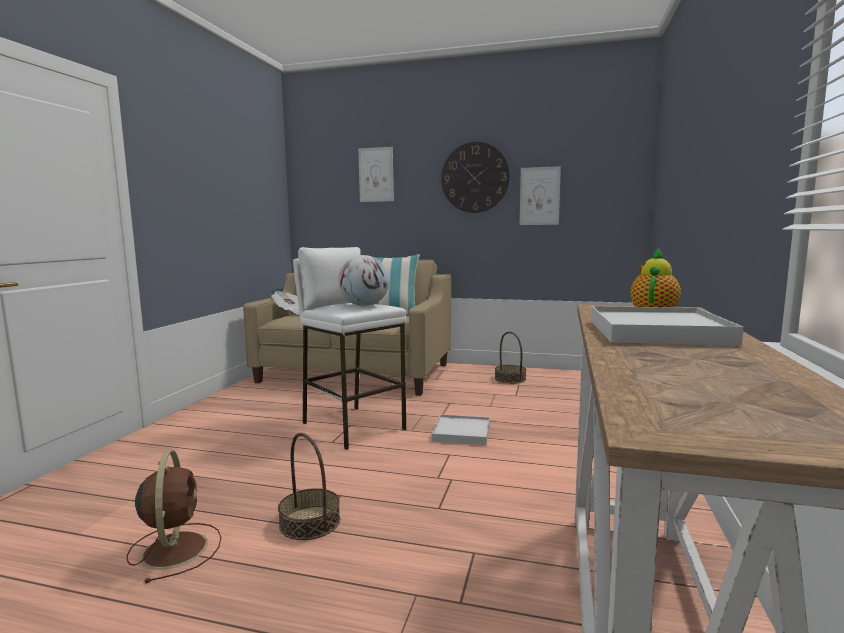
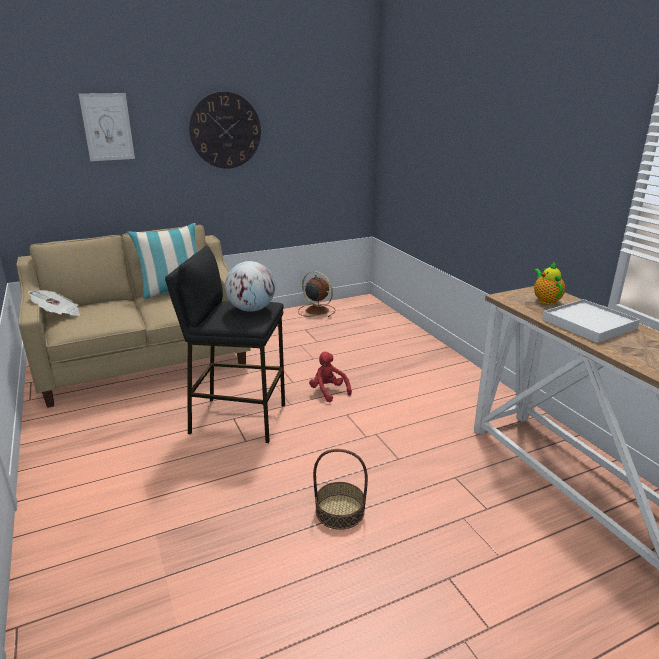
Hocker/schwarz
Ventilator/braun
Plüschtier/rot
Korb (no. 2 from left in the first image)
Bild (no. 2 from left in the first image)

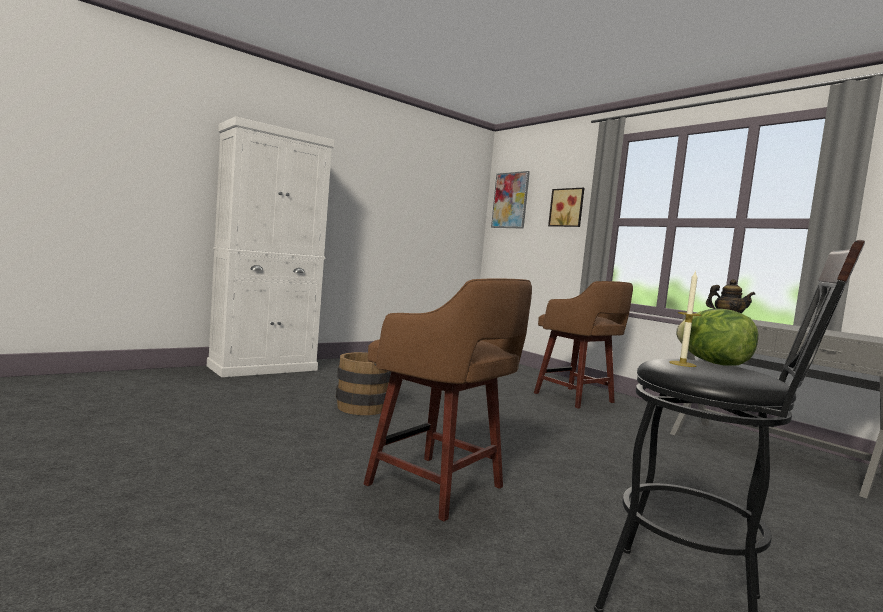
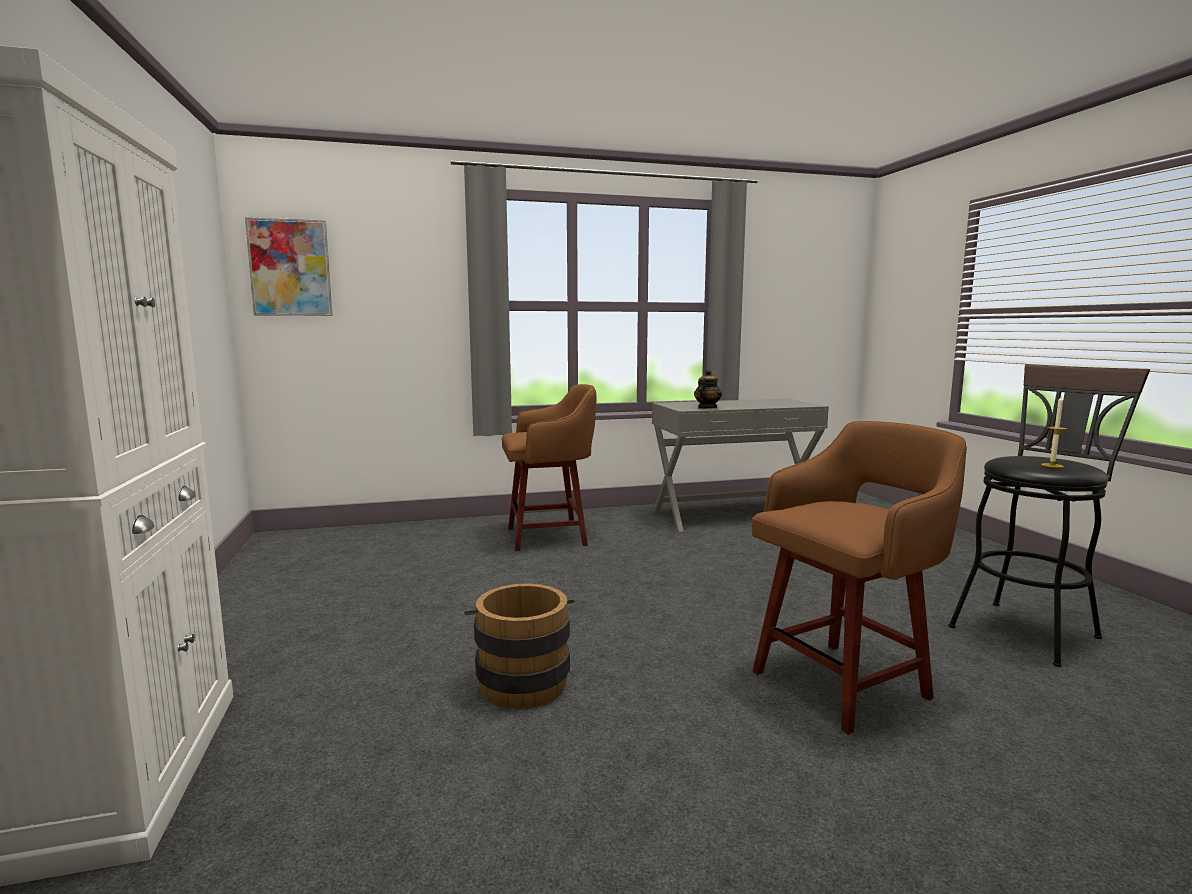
Bild (no. 2 from left in the first image)
Salatkopf

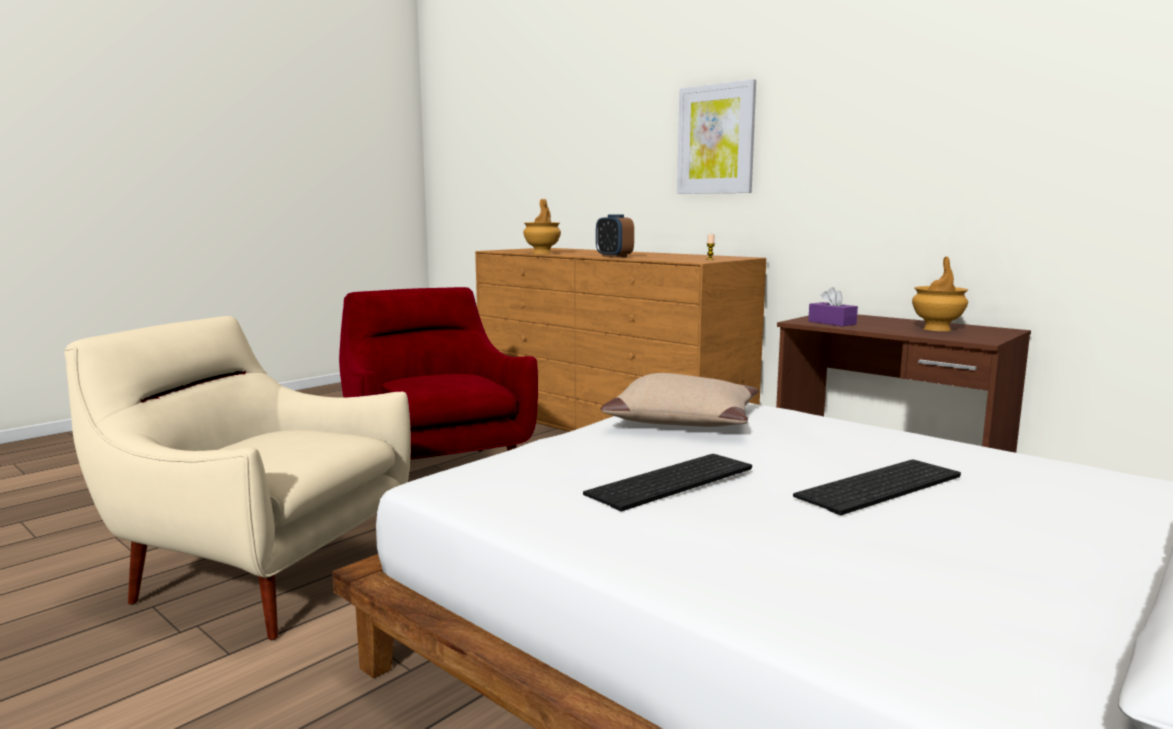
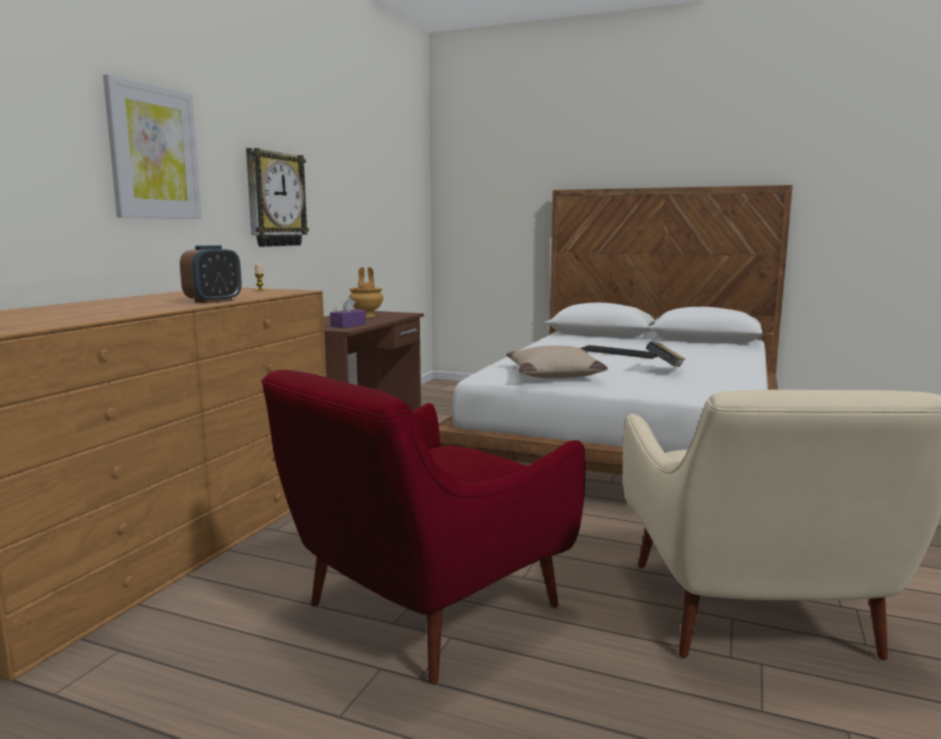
Wanduhr
Buch
Vase/braun (no. 1 from left in the first image)

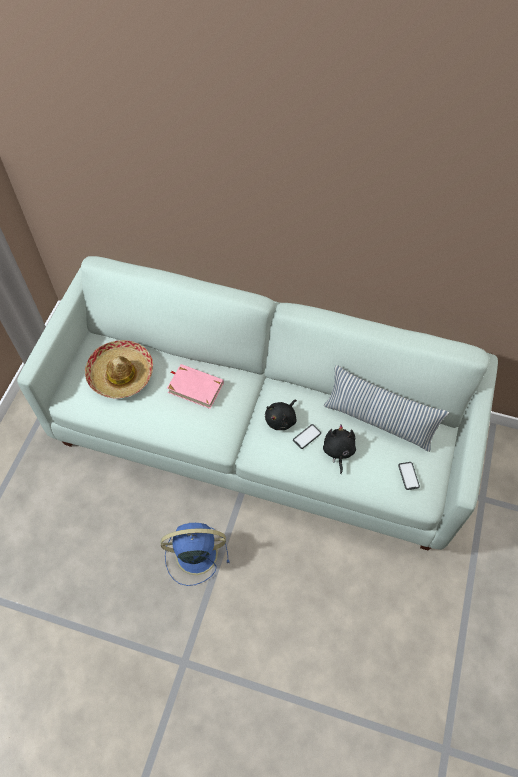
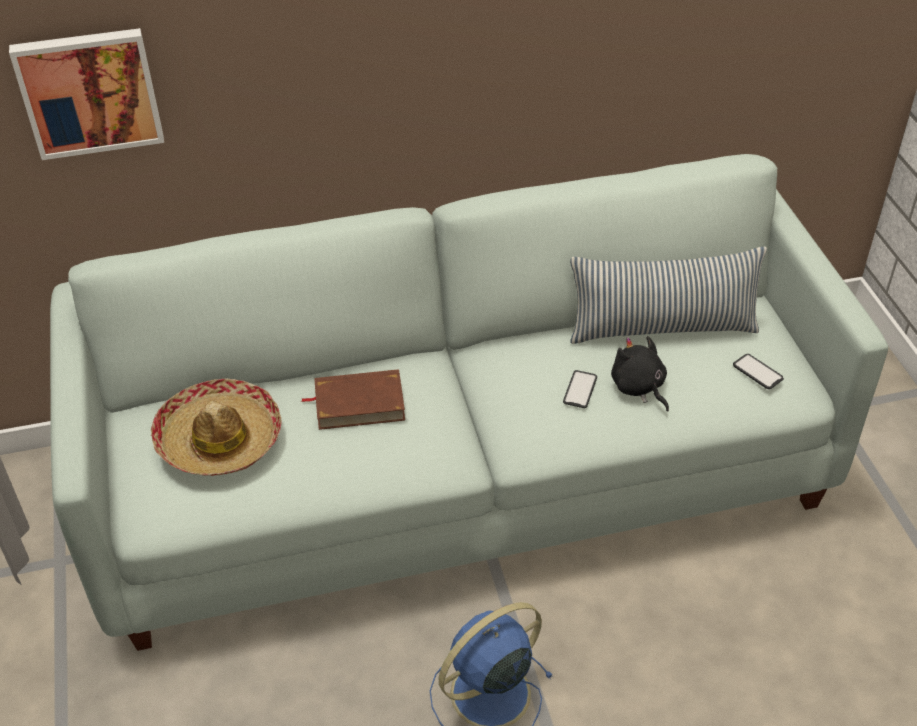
Bild
Buch/braun
Plüschtier/schwarz (no. 1 from left in the first image)

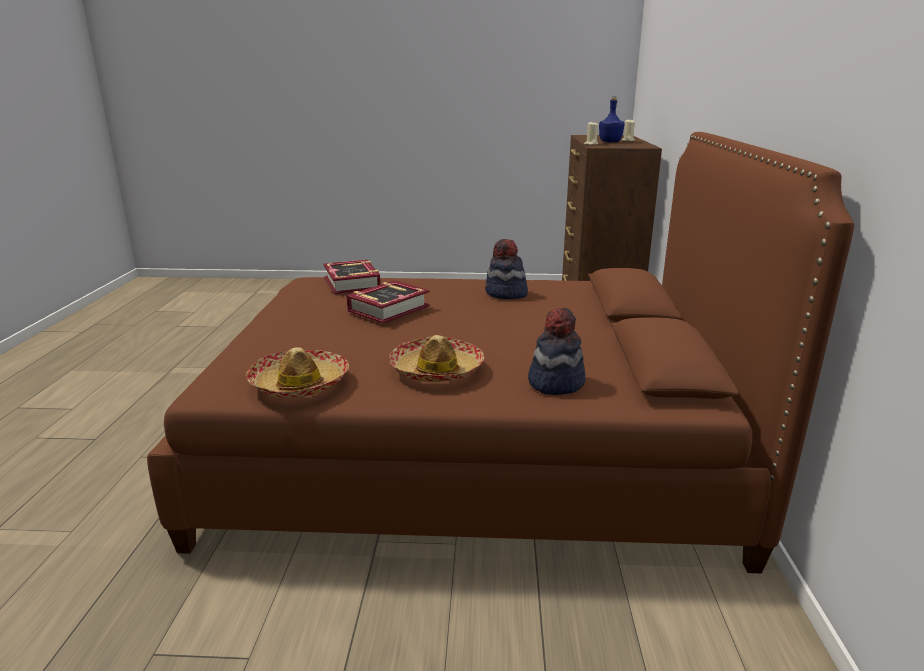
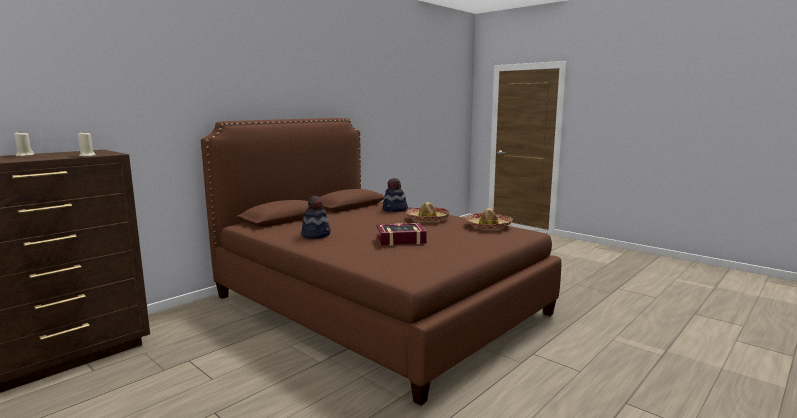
Buch (no. 1 from left in the first image)
Flasche/blau

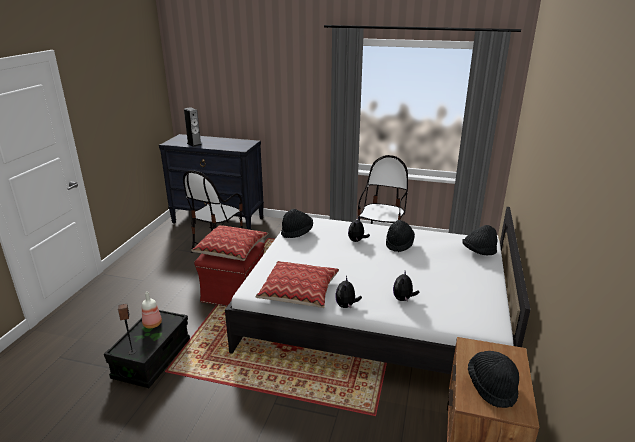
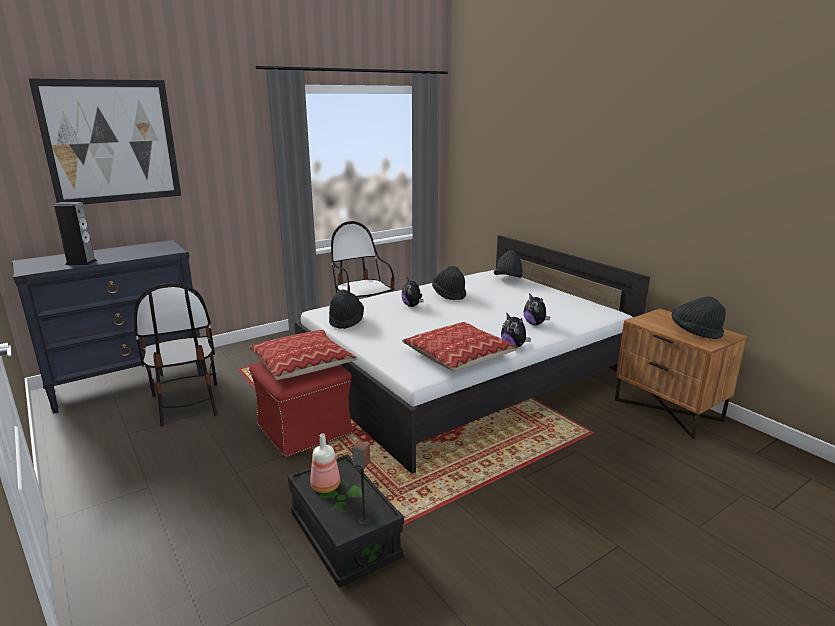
Bild

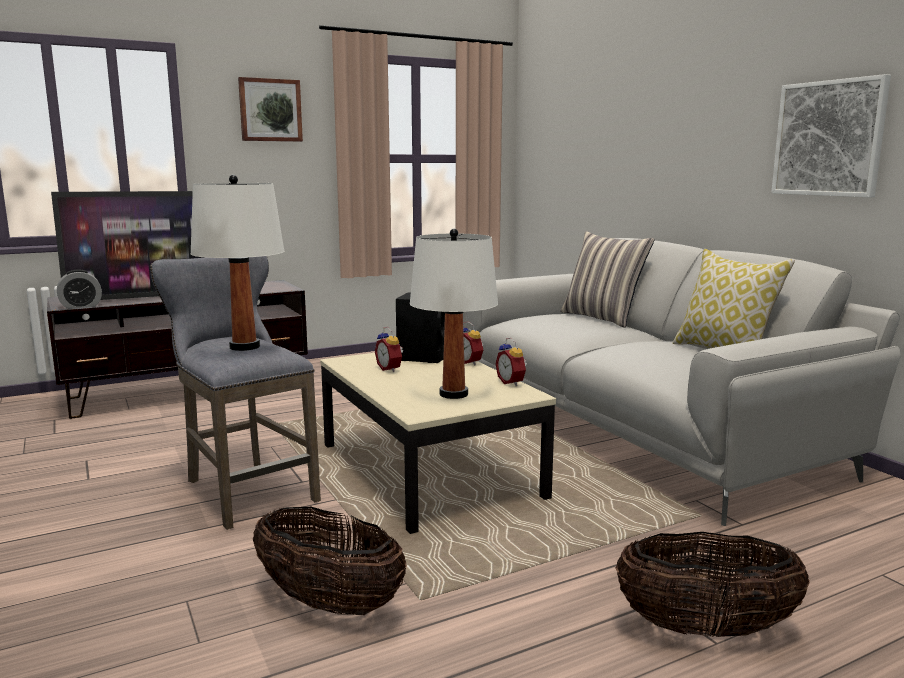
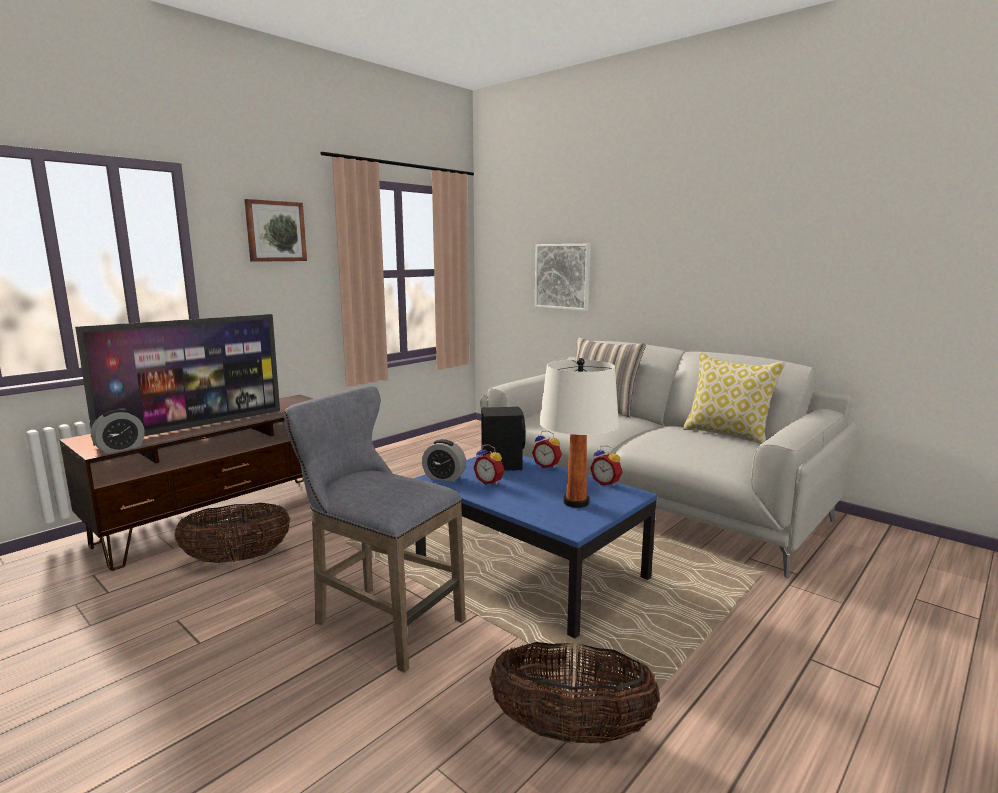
Korb (no. 1 from left)
Couchtisch/blau
Wecker (no. 2 from left)
Bild (no. 2 from left)
Tischlampe/weiß (no. 1 from left in the first image)

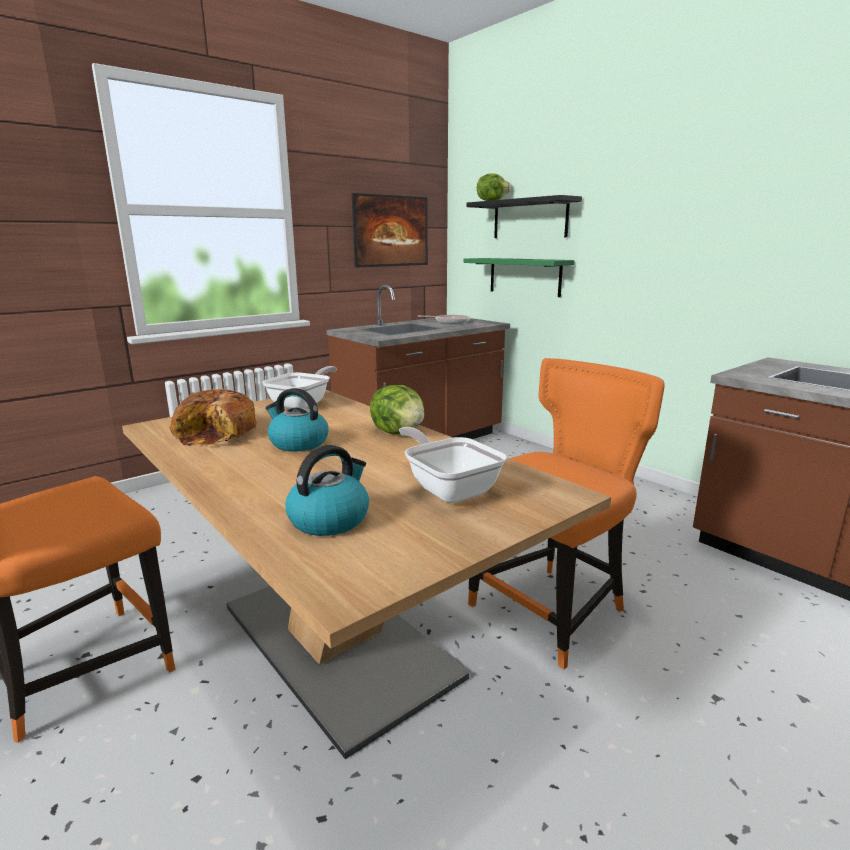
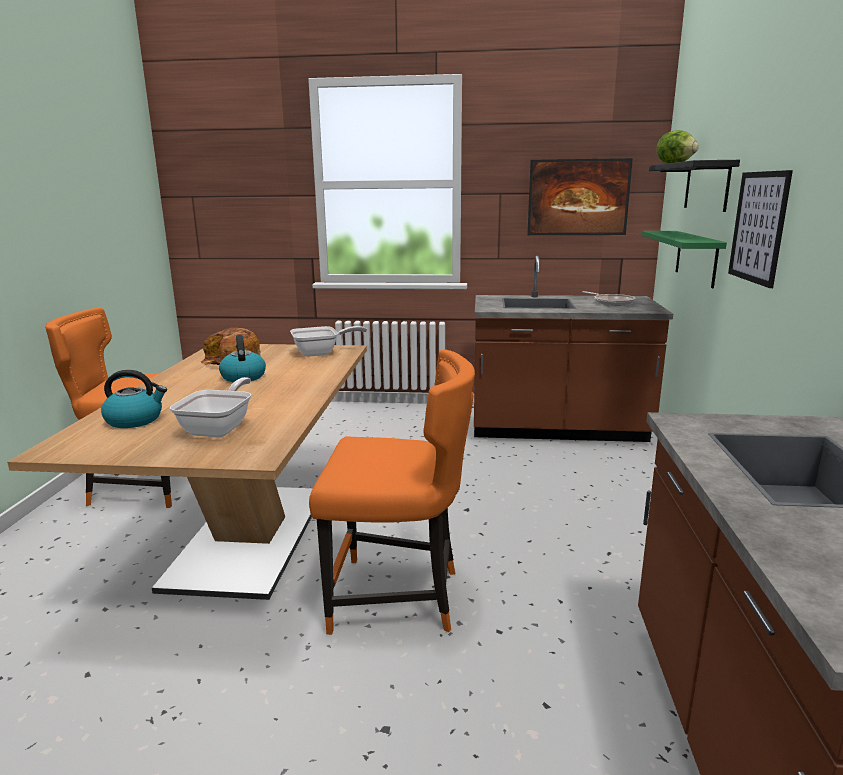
Bild (no. 2 from left)
Salatkopf (no. 1 from left in the first image)

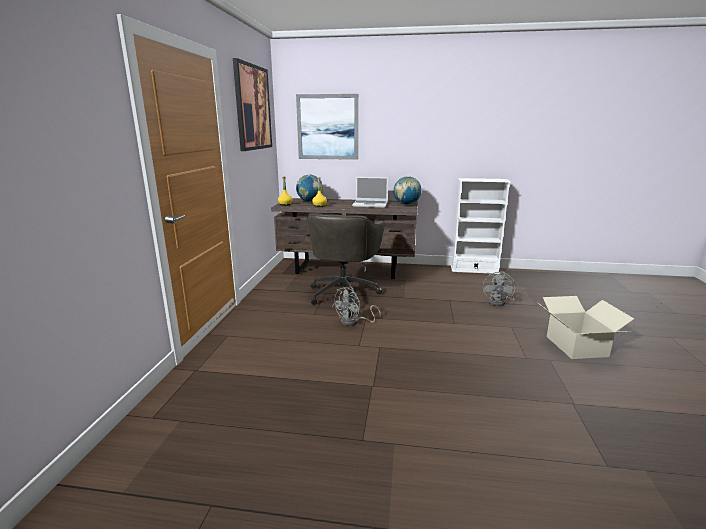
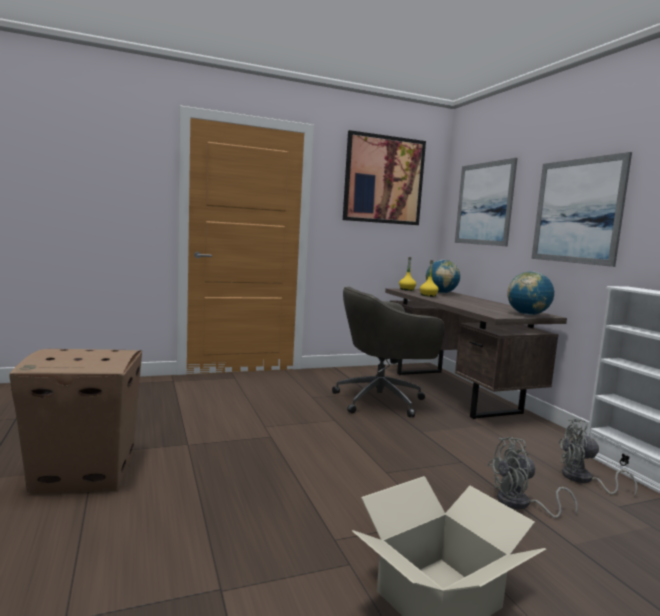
Karton (no. 1 from left)
Bild (no. 3 from left)
Ventilator/grau (no. 2 from left)
Laptop

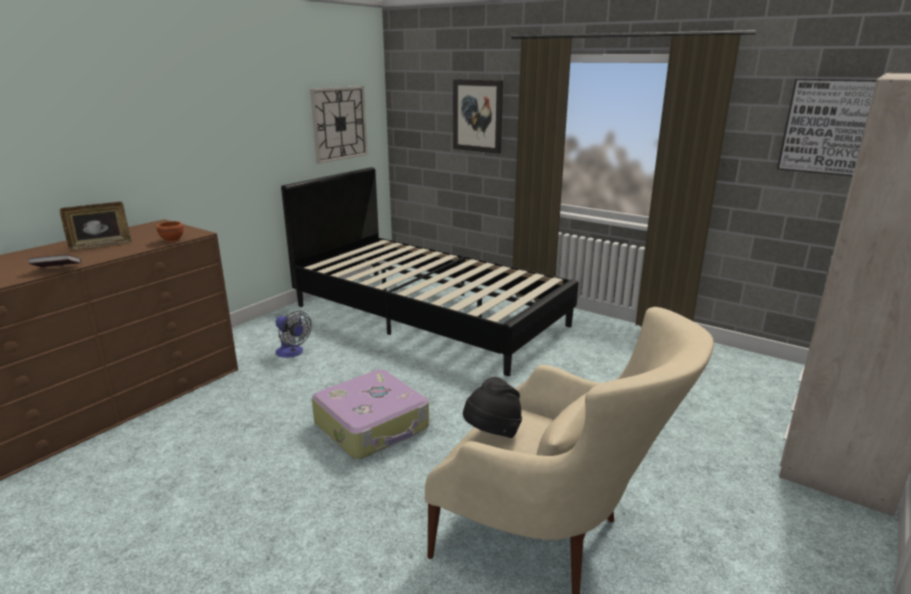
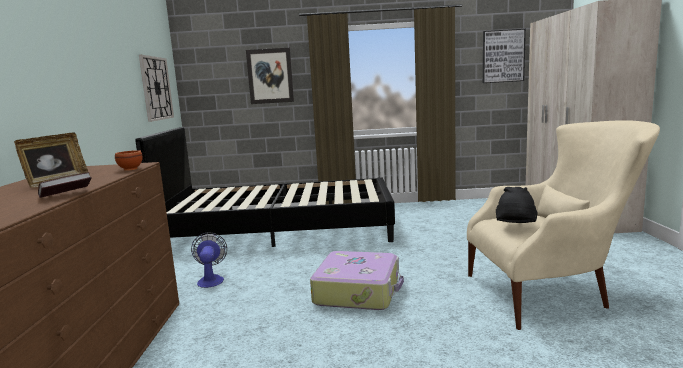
Ventilator

